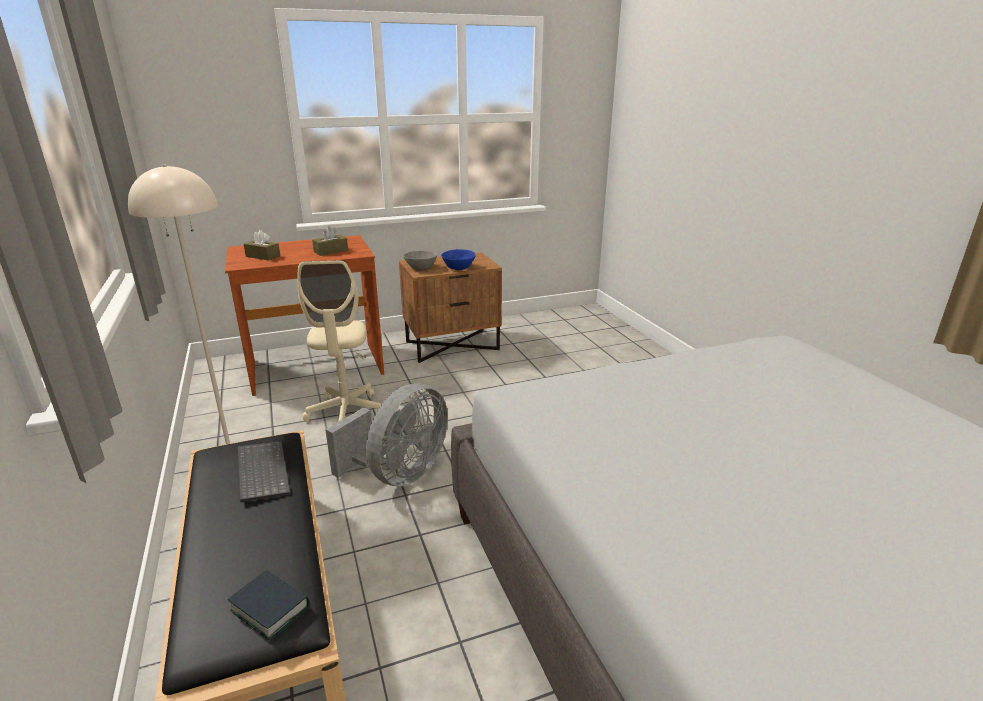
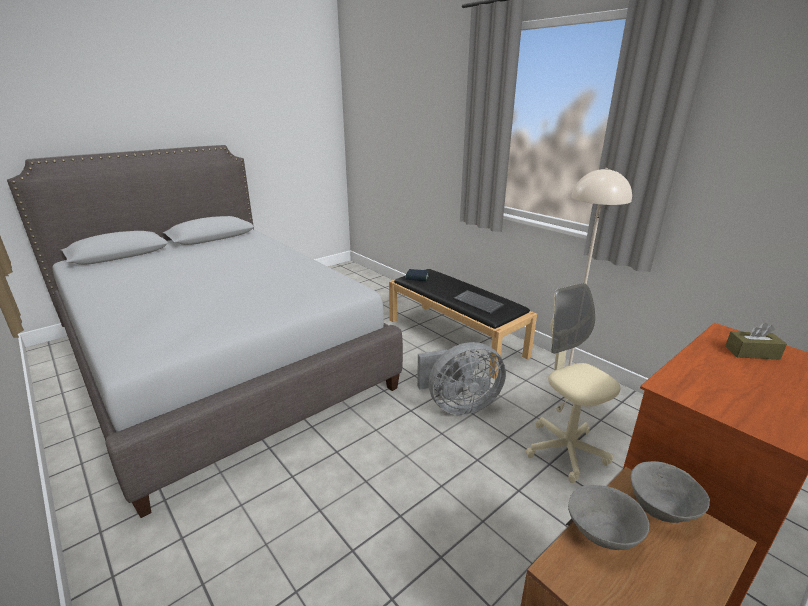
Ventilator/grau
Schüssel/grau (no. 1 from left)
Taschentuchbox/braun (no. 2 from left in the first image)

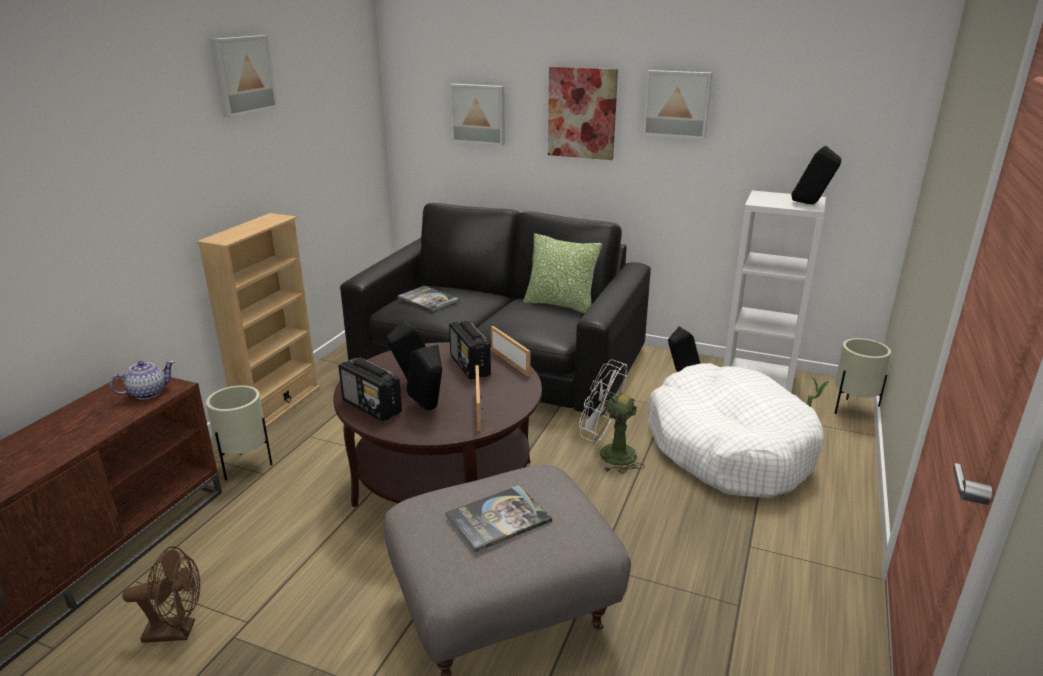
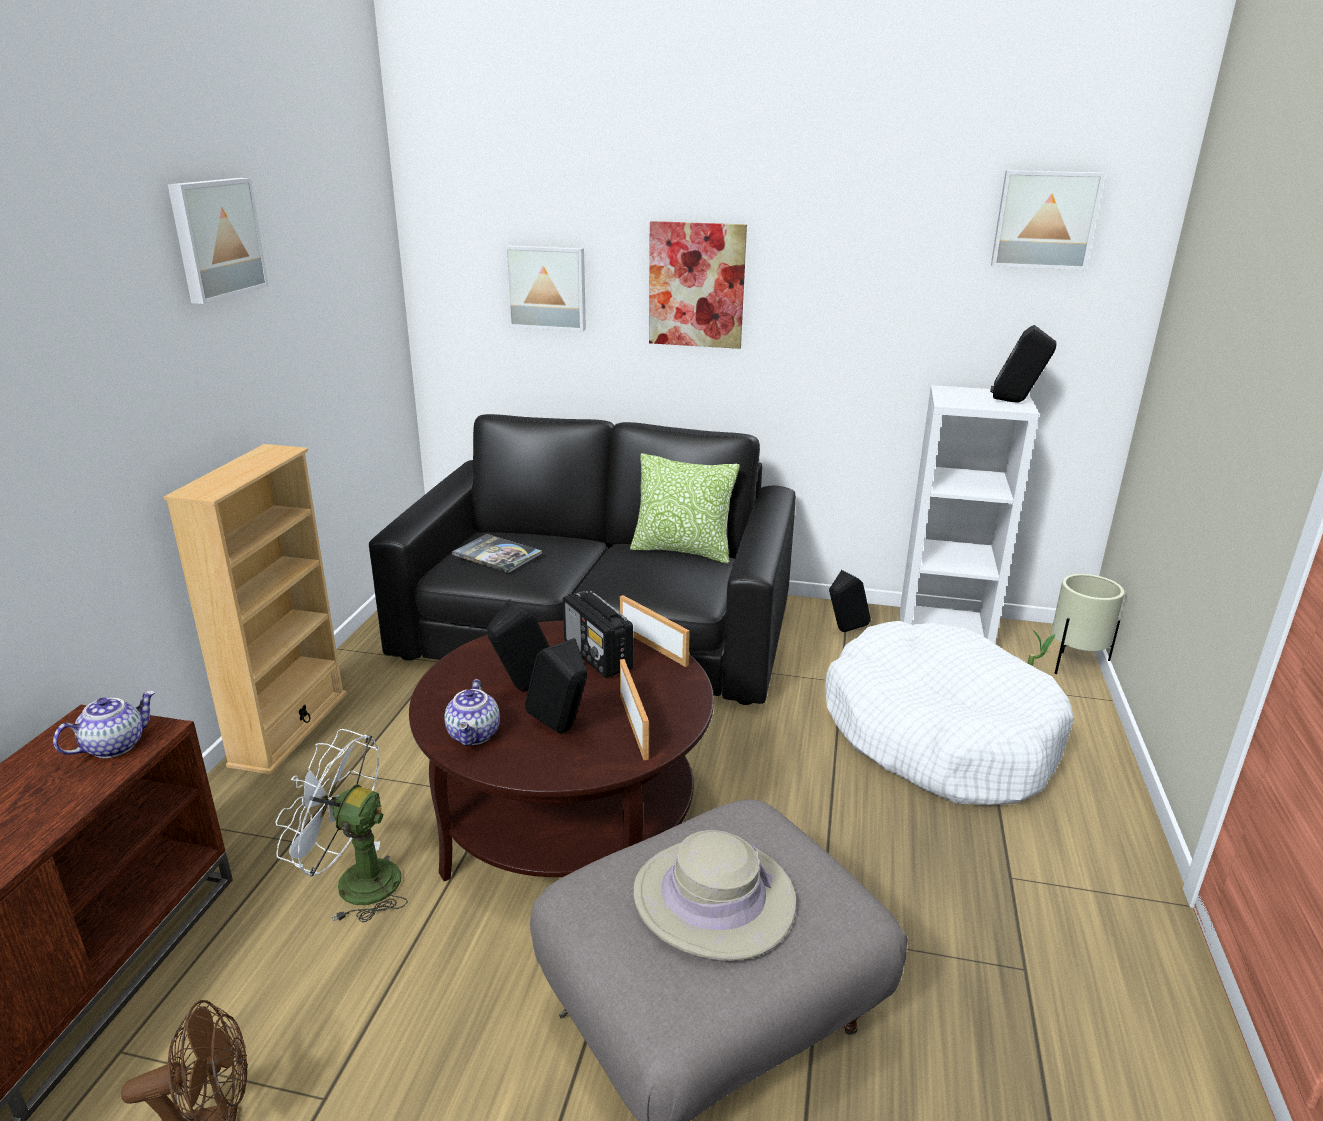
Ventilator/weiß
Teekanne (no. 2 from left)
Hut/beige
Bild (no. 4 from left)
Pflanzkübel/beige (no. 1 from left in the first image)

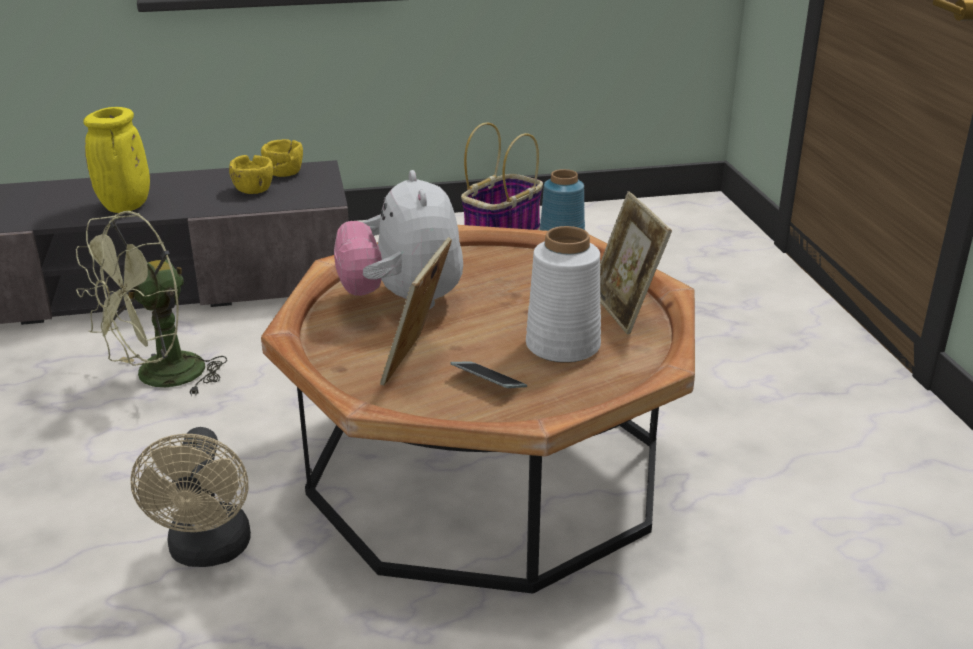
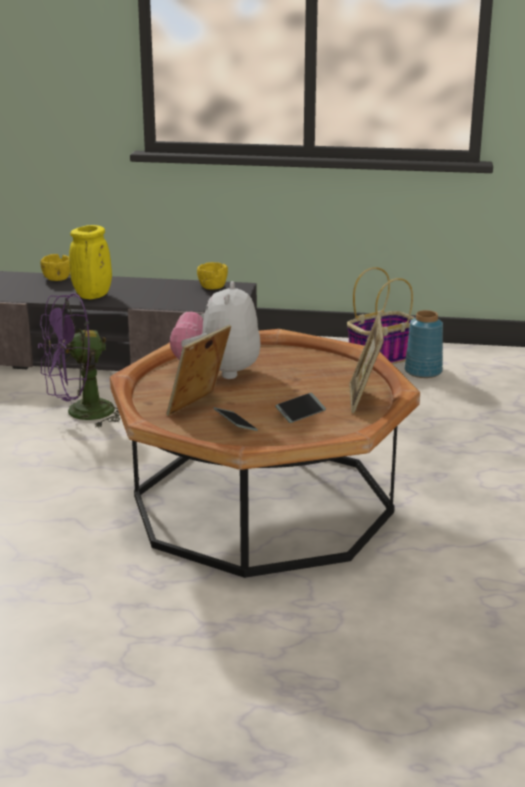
Ventilator/lila
Schüssel/gelb (no. 1 from left)
Handy (no. 2 from left)
Ventilator/beige

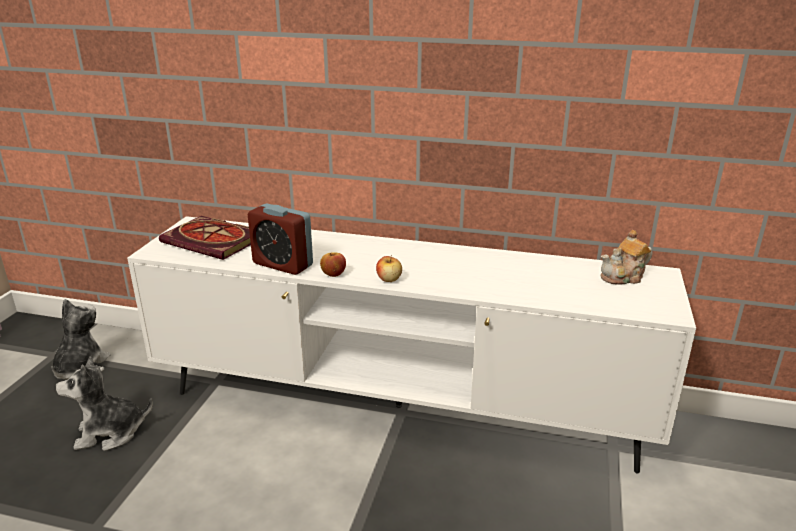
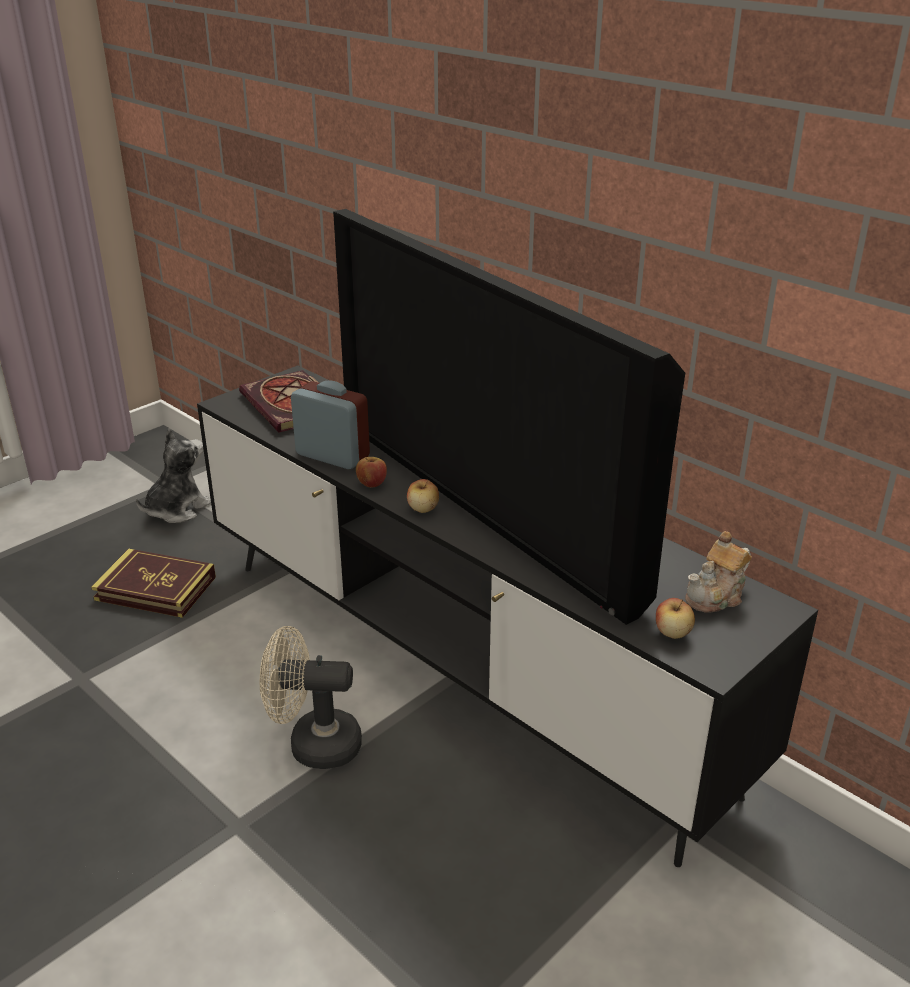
Buch (no. 1 from left)
Fernsehschrank/schwarz
Ventilator/beige
Wecker
Fernseher
Apfel (no. 3 from left)
Teekanne

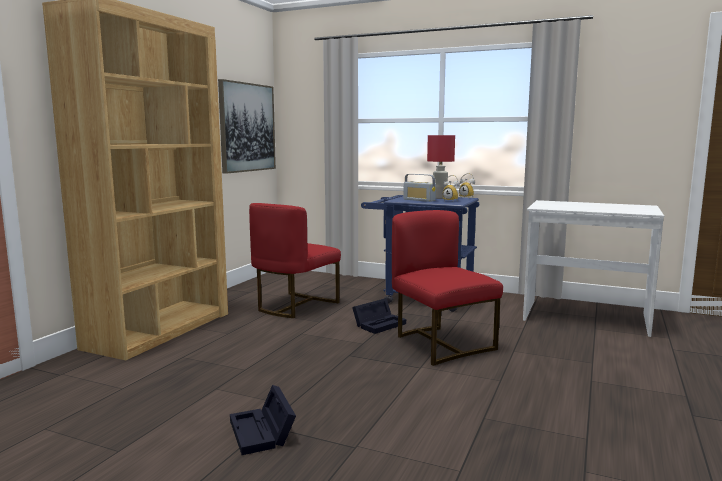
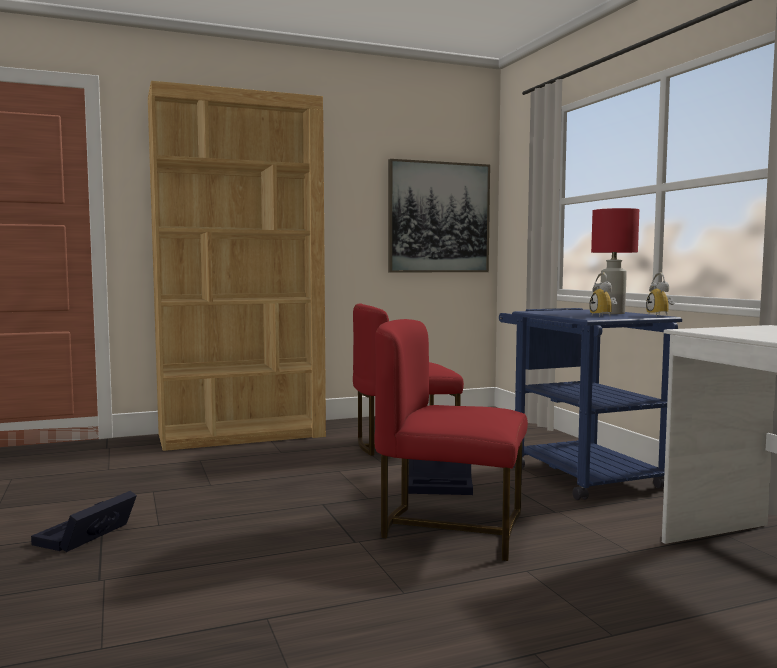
Stuhl/rot (no. 2 from left)
Radio

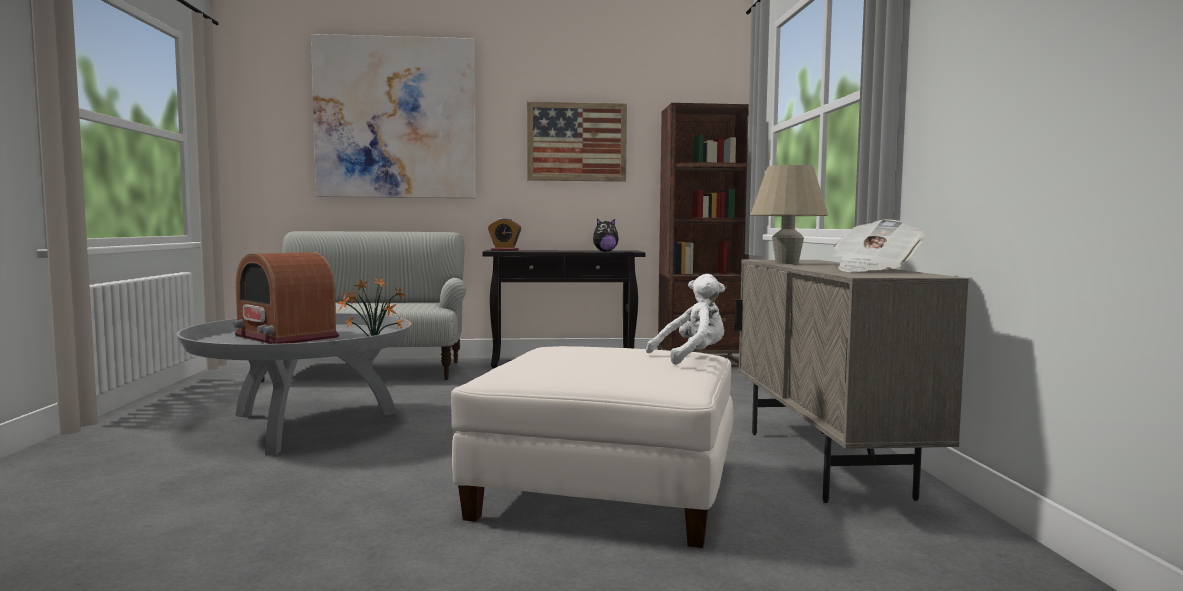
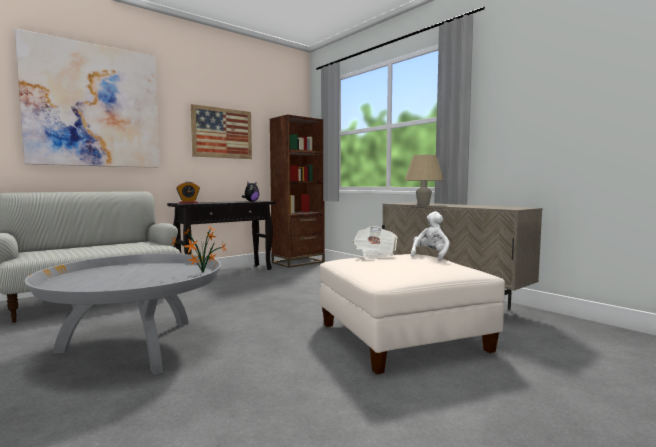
Zeitung
Radio

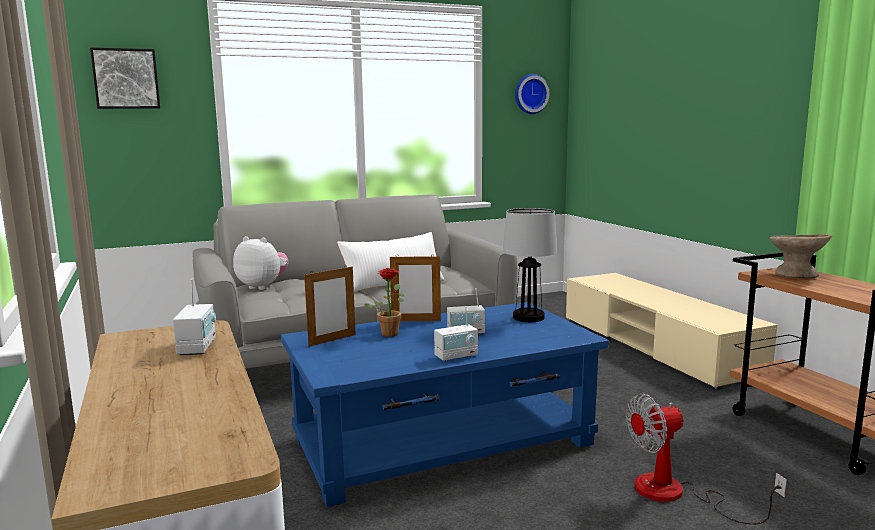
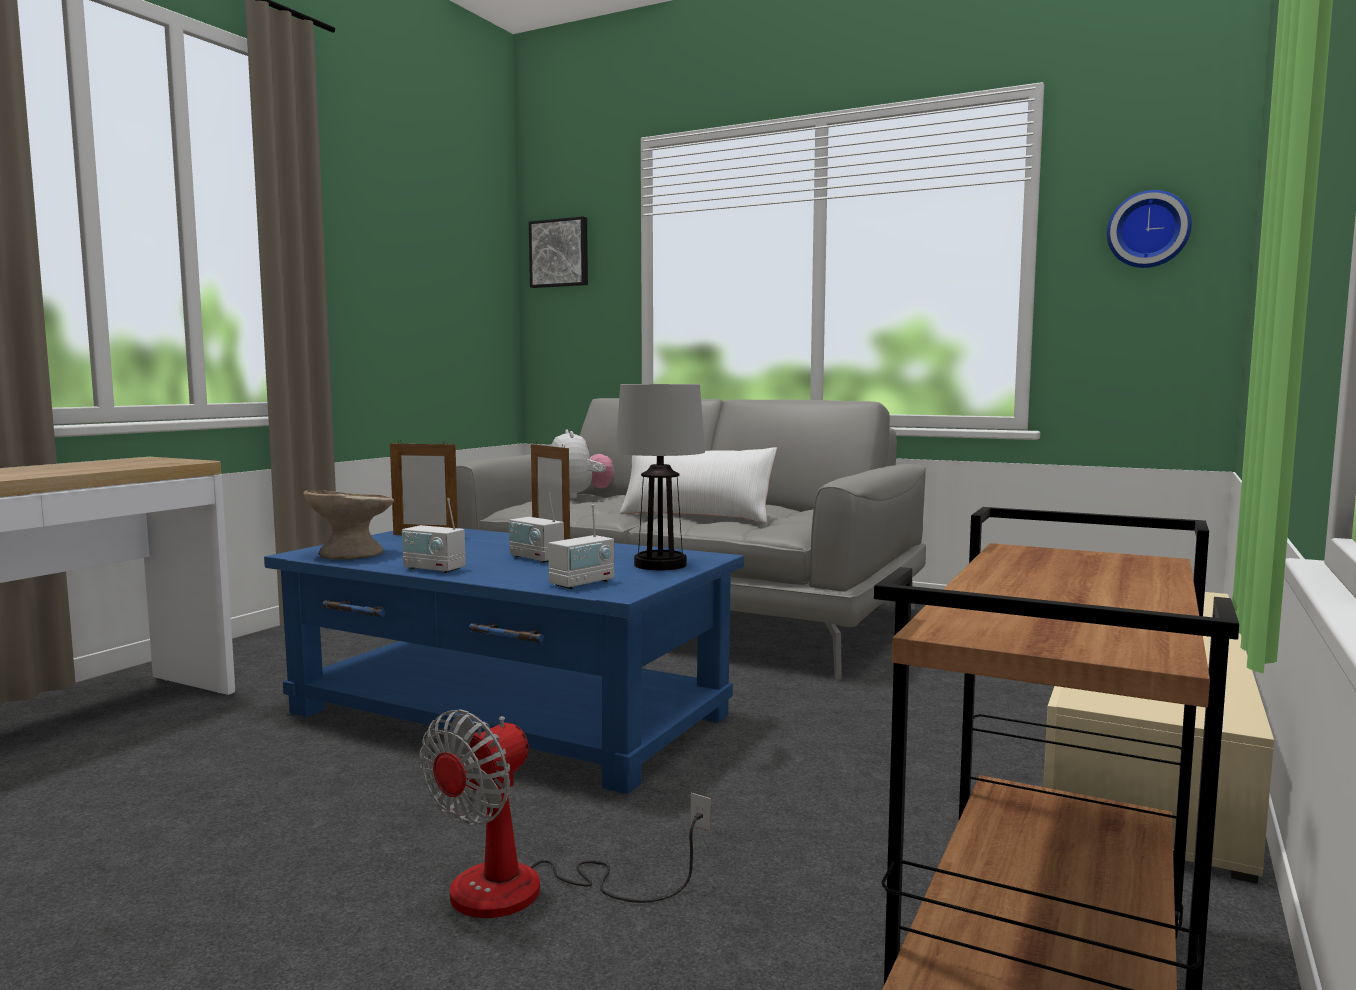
Schüssel/beige
Ventilator
Radio (no. 3 from left)
Topfpflanze

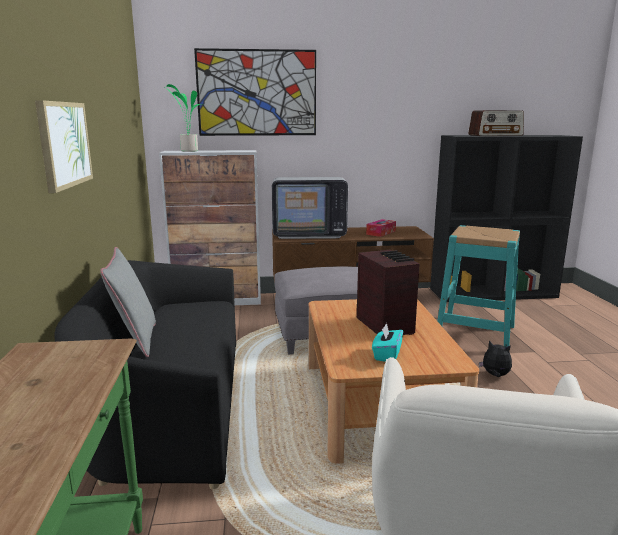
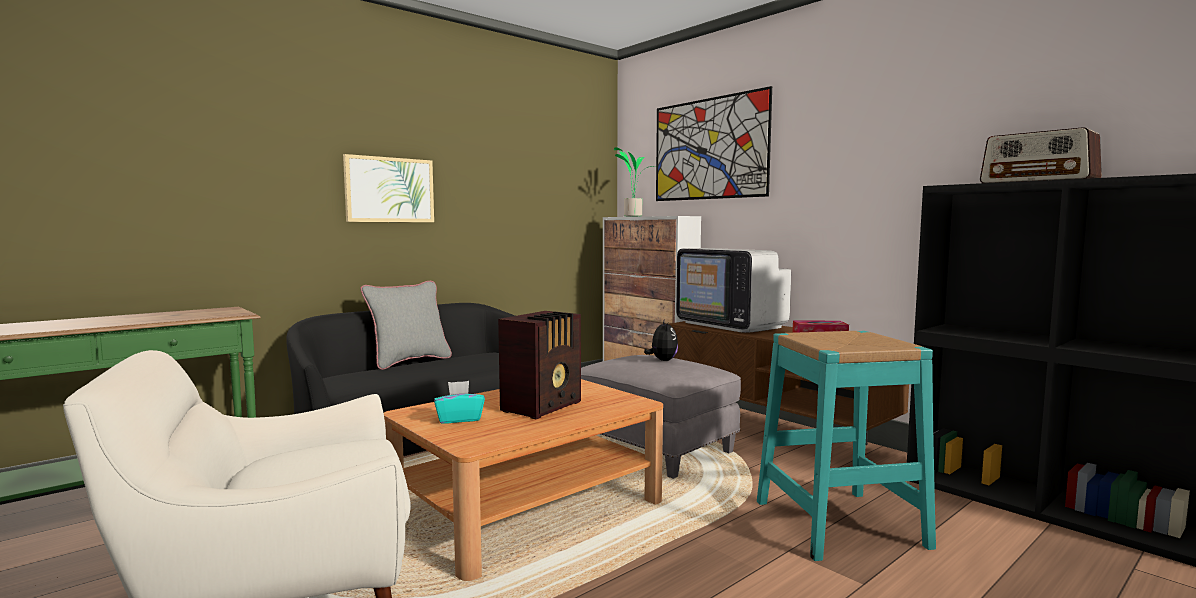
Plüschtier

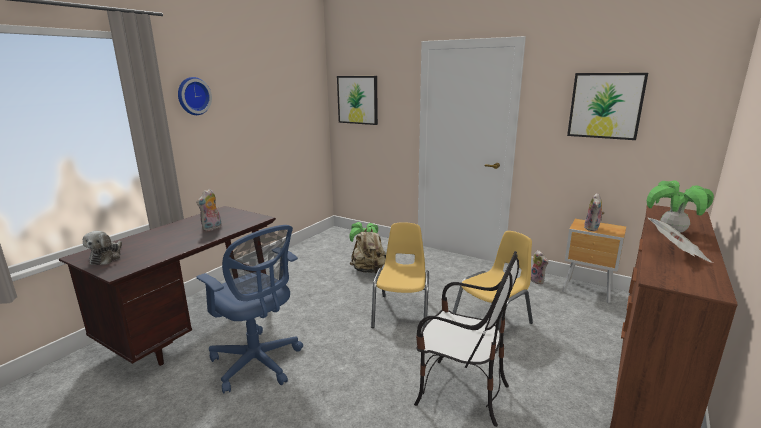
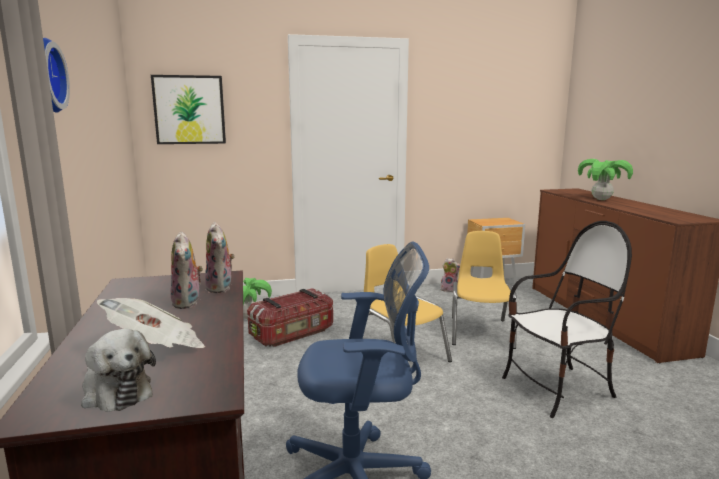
Zeitung
Plüschtier (no. 3 from left)
Aufbewahrungsbox
Bild (no. 2 from left in the first image)

